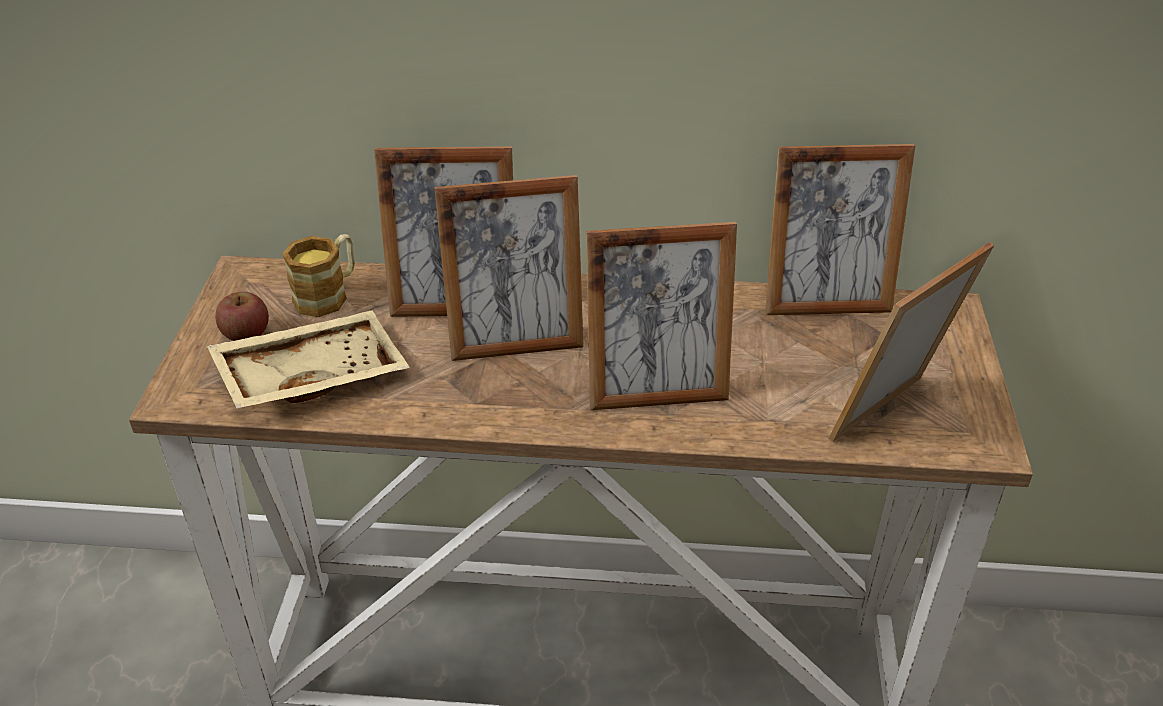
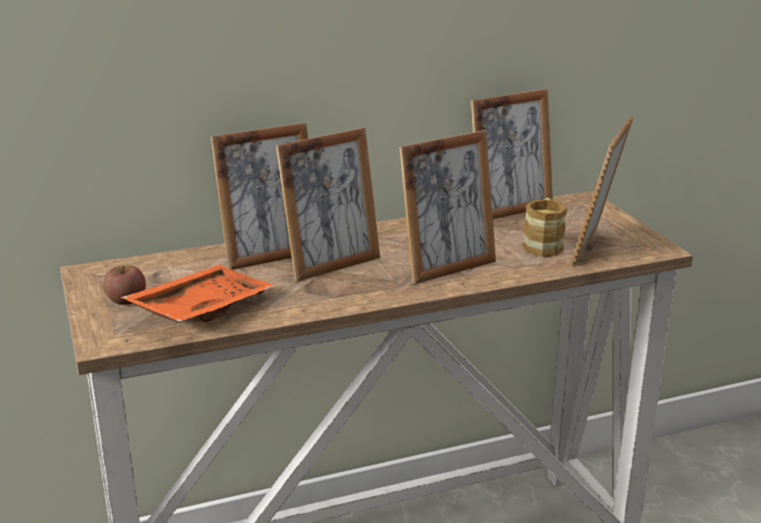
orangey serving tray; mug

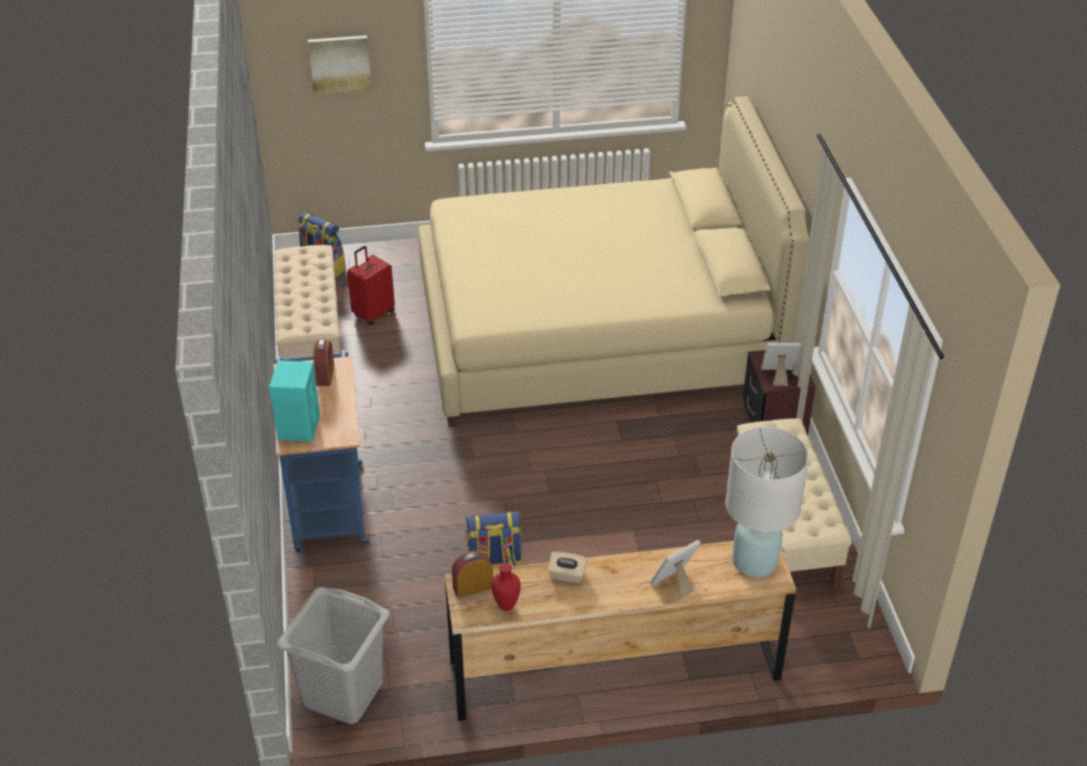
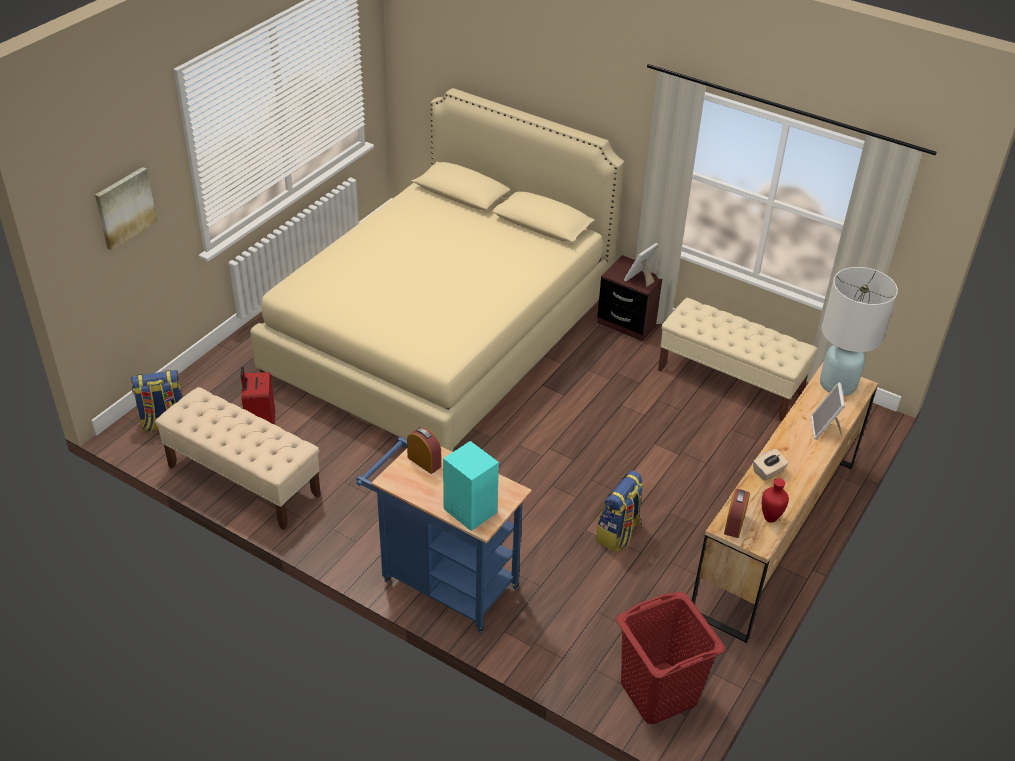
red-coloured washing basket

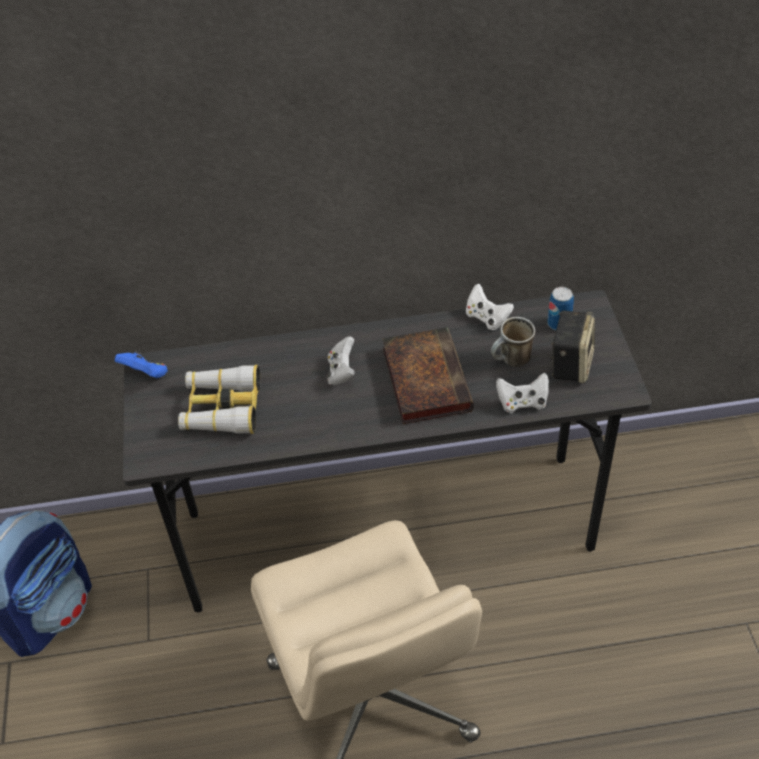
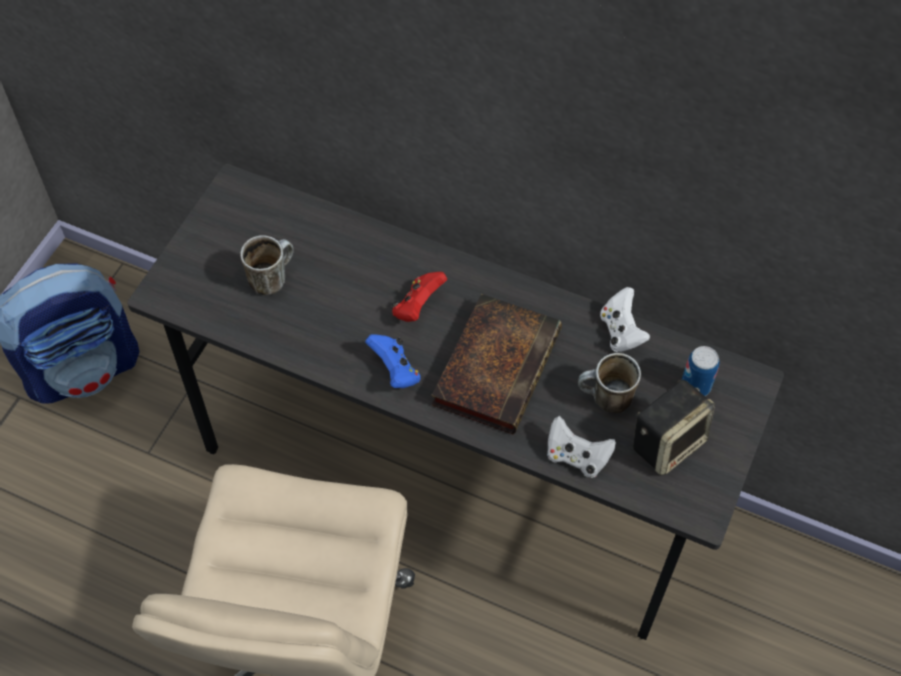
blue joypad; mug (no. 1 from left); red-coloured joypad

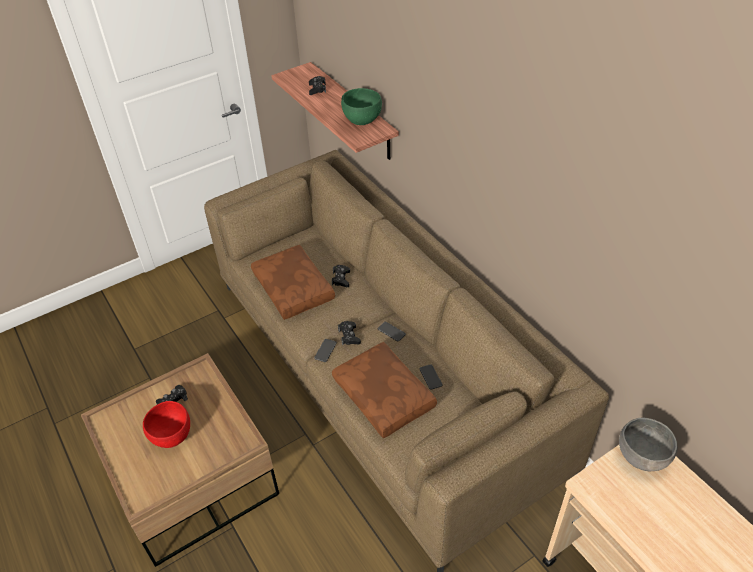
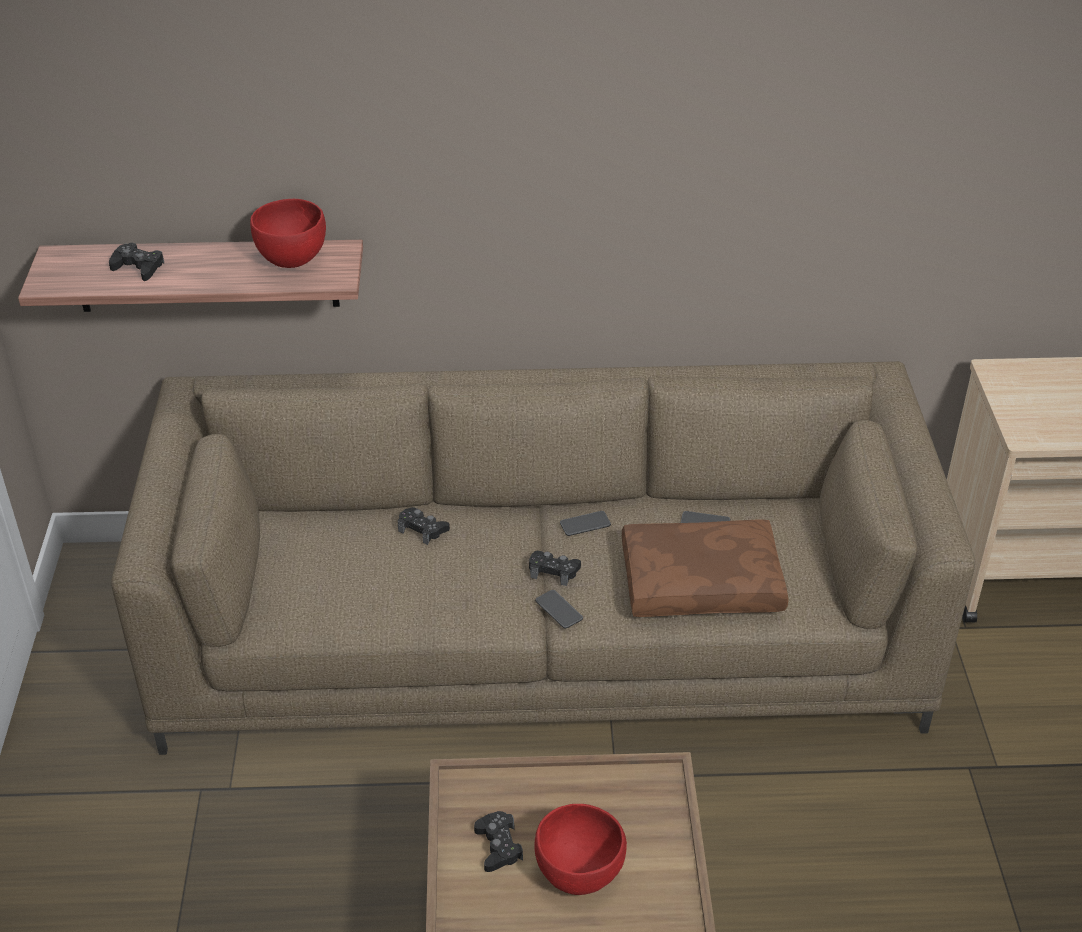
brown pillow (no. 1 from left in the first image); red-coloured serving bowl (no. 1 from left); gray serving bowl

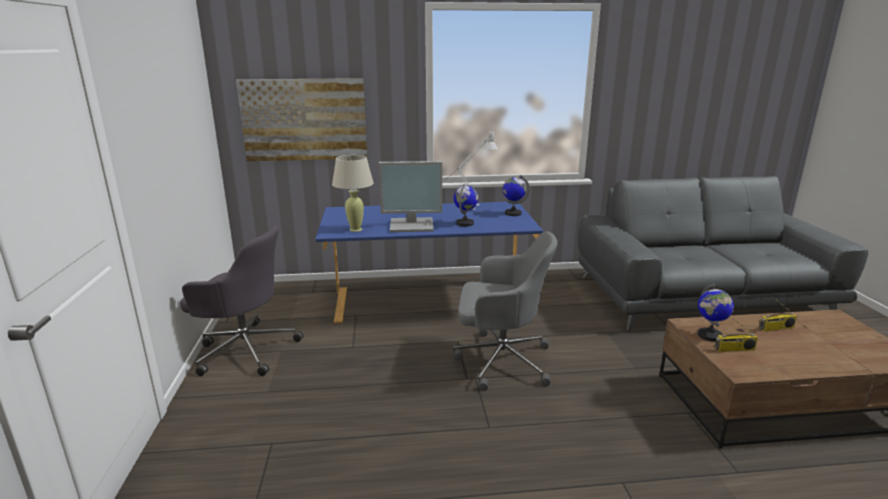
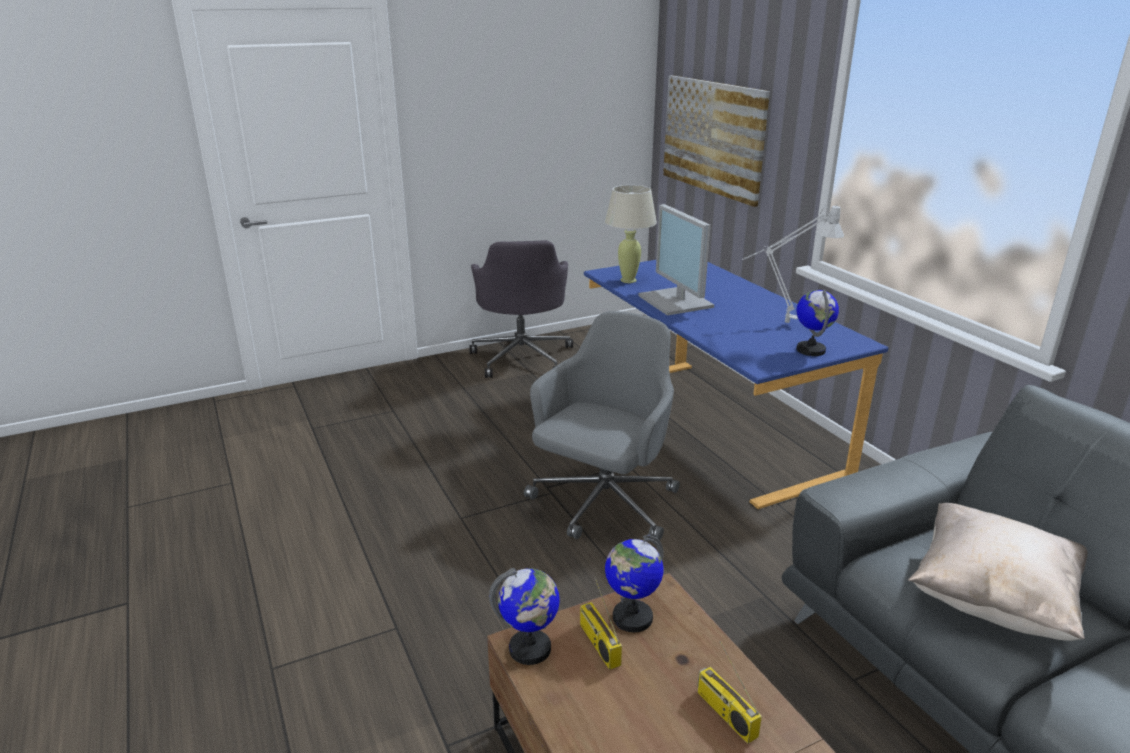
gray computer chair (no. 2 from left); desk globe (no. 1 from left); beige pillow

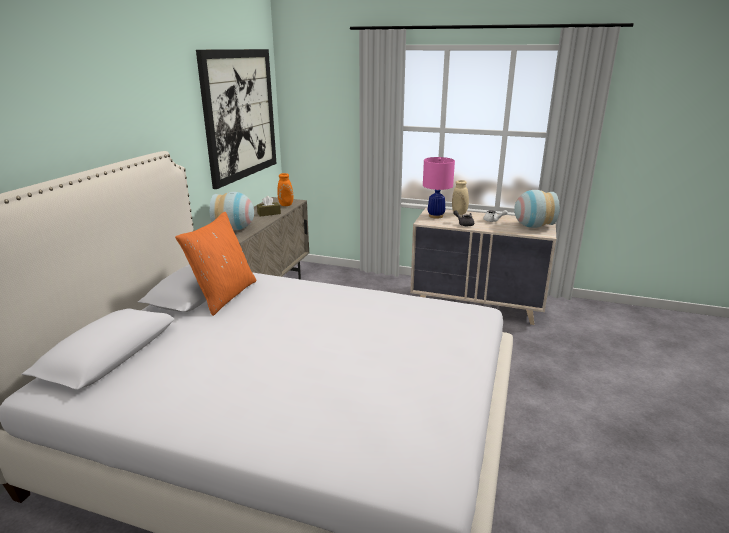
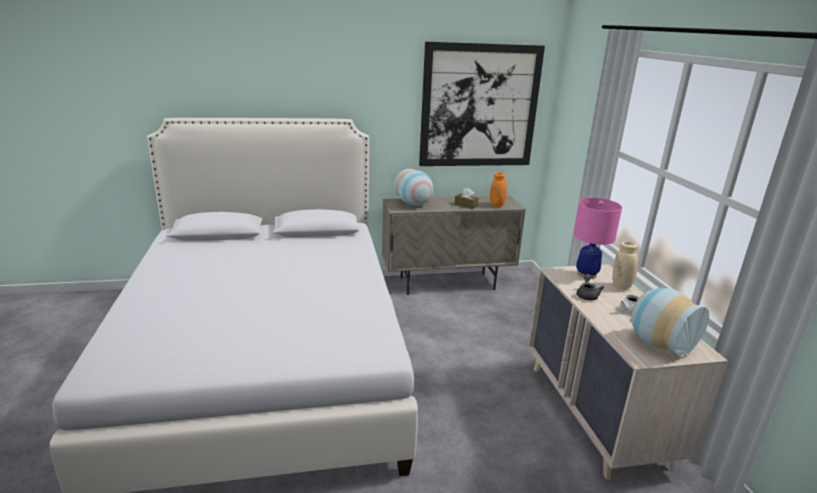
orangey pillow

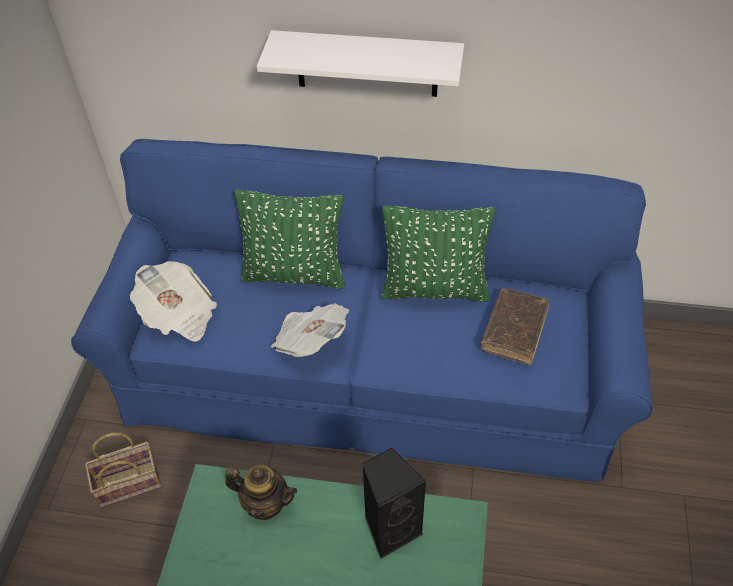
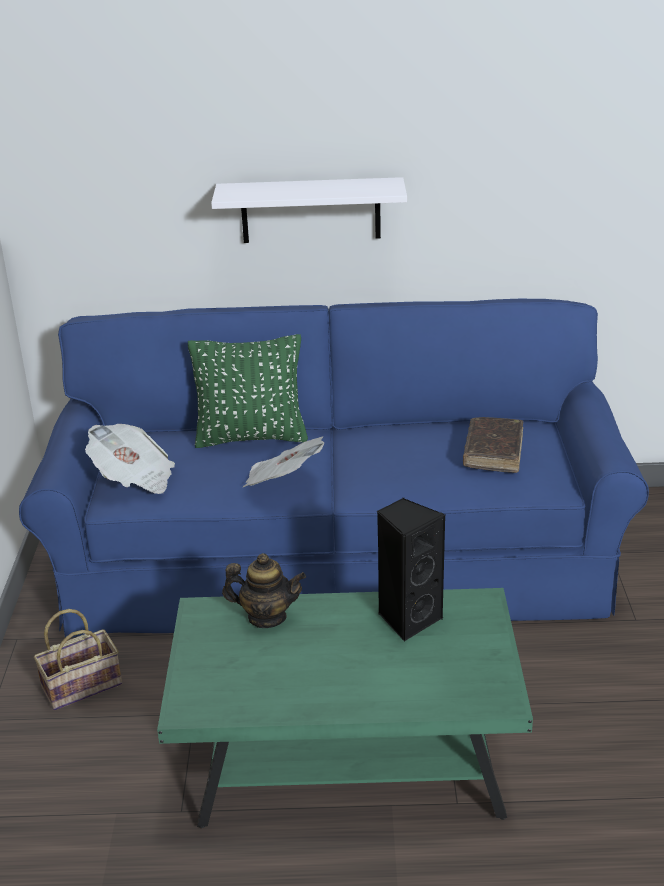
greenish pillow (no. 2 from left in the first image)

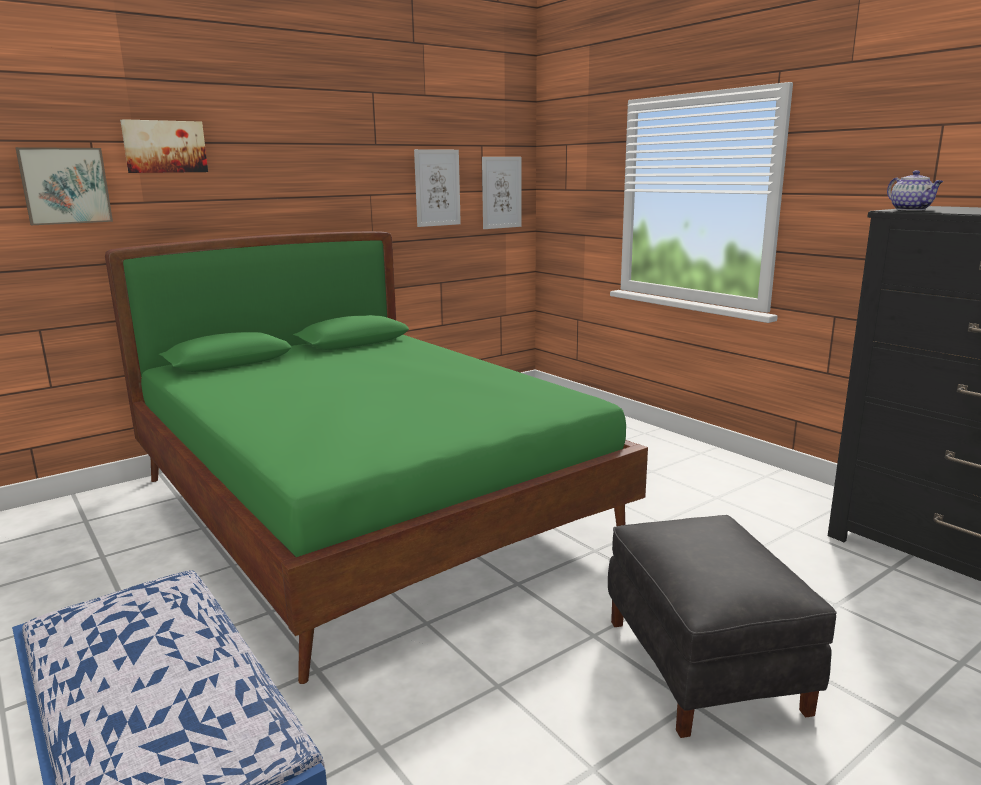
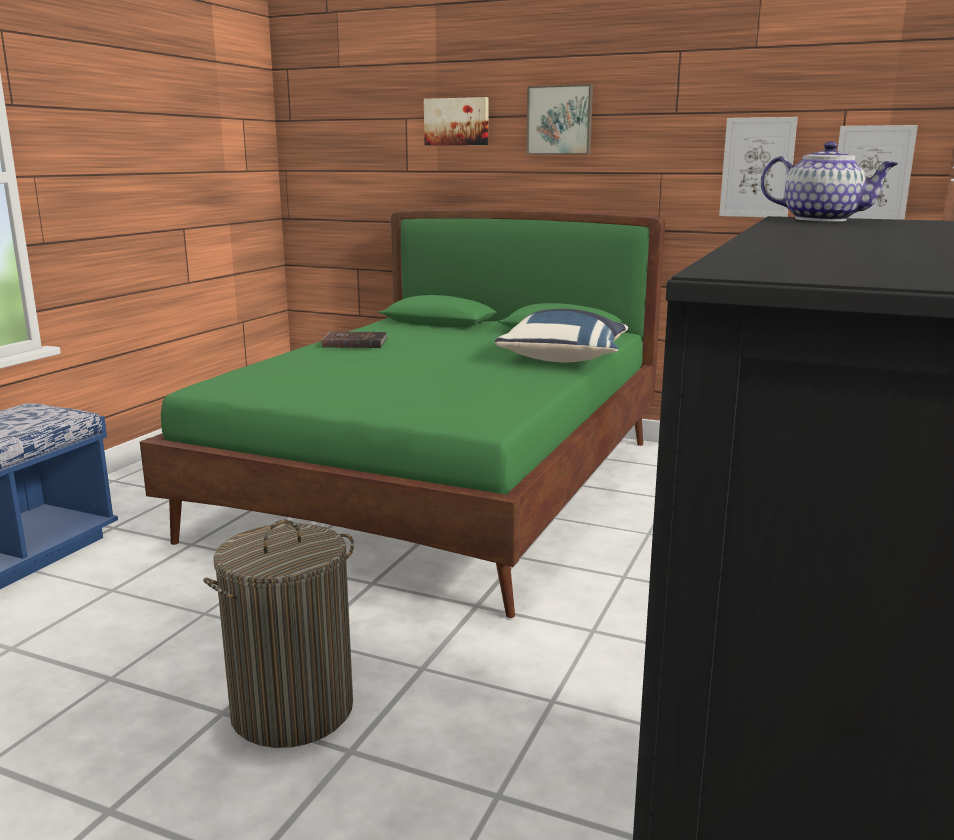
wall picture (no. 2 from left); washing basket; pot for tea; brown bound book; blue pillow

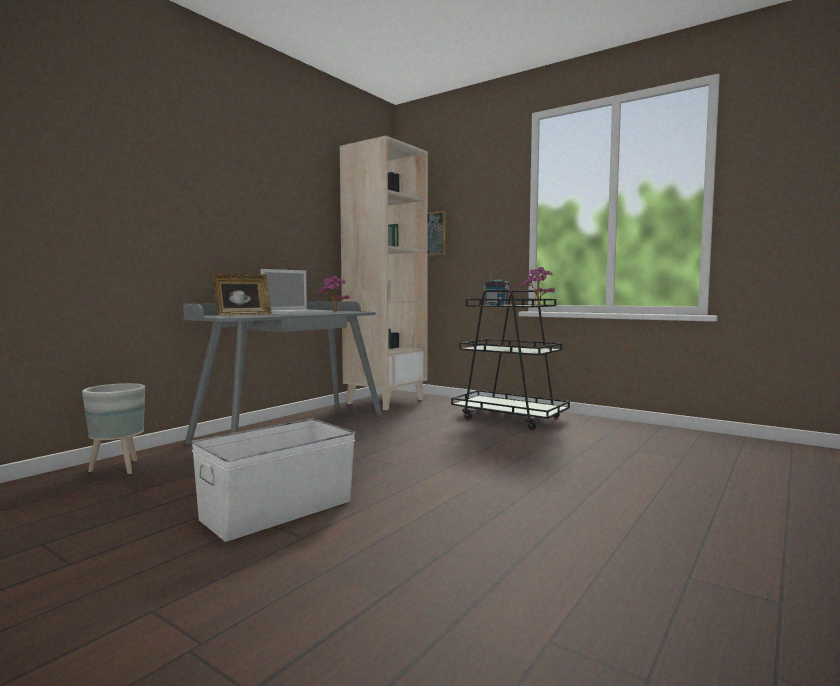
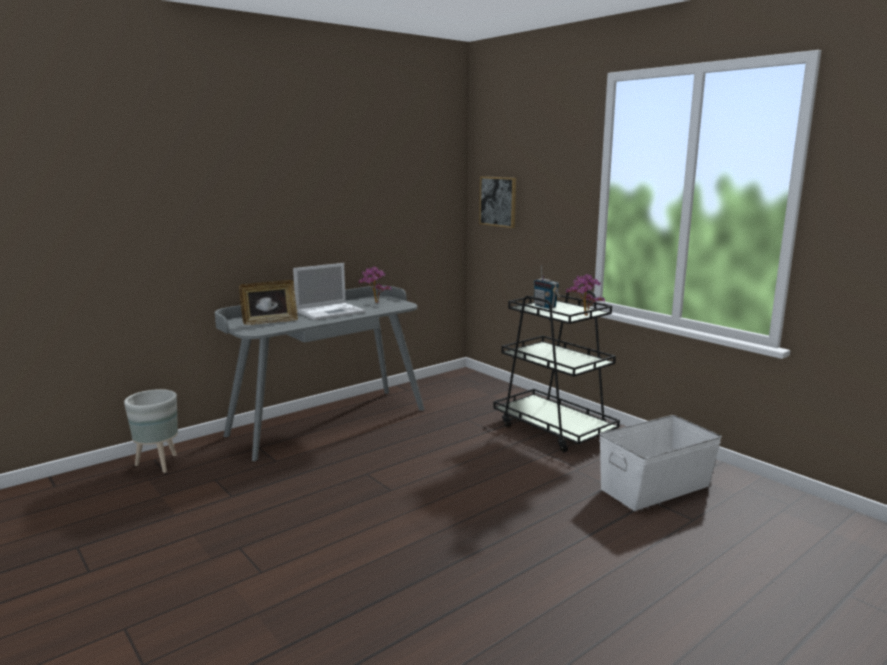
whitish storage bin; beige bookcase

